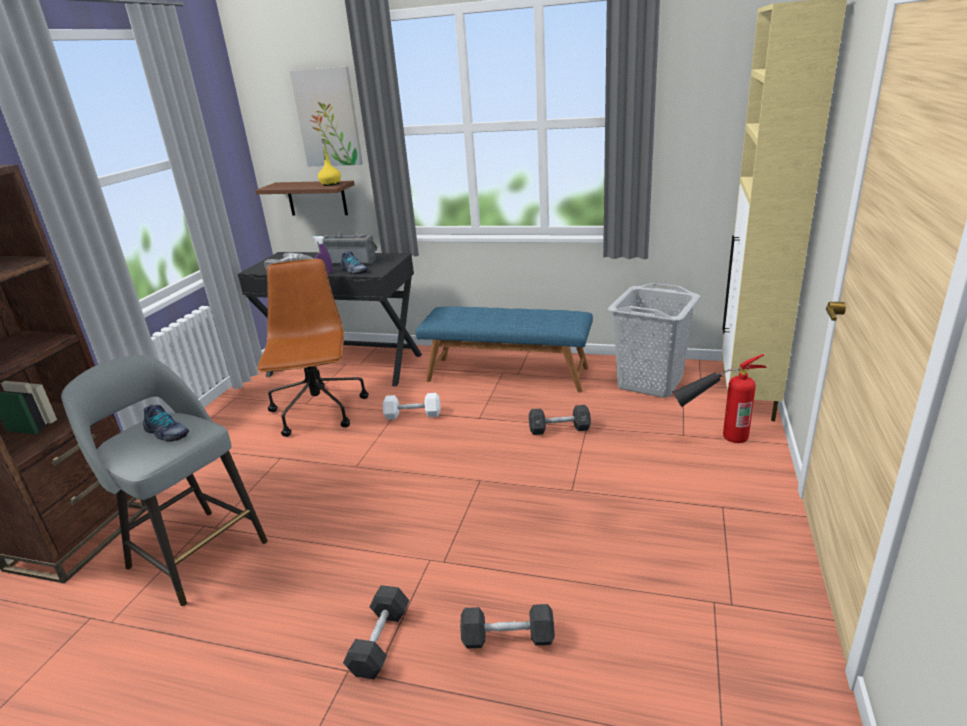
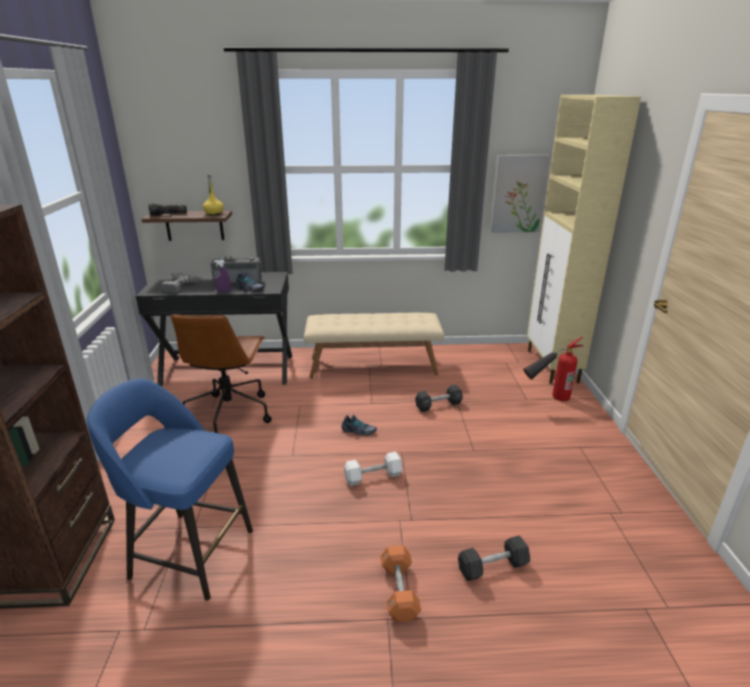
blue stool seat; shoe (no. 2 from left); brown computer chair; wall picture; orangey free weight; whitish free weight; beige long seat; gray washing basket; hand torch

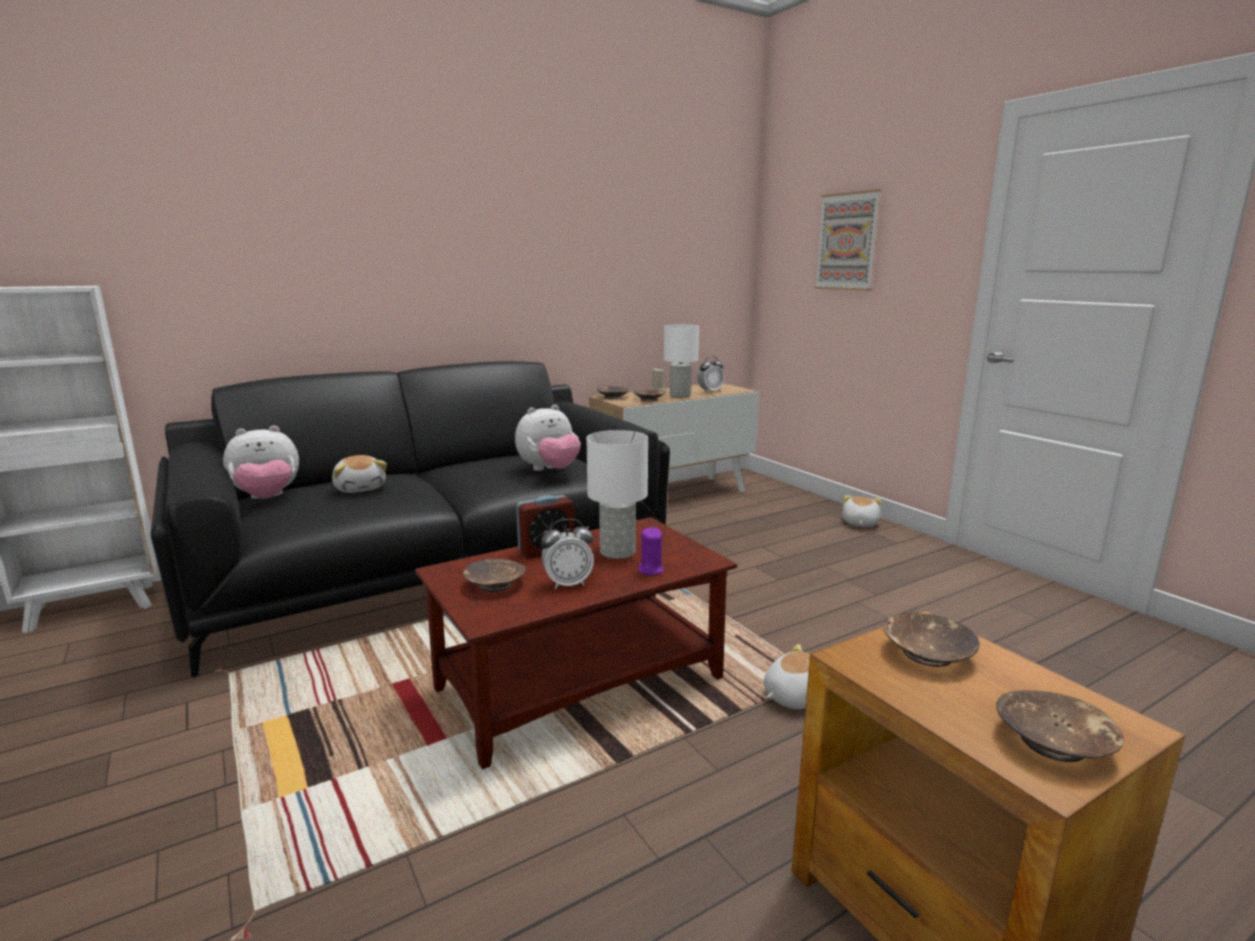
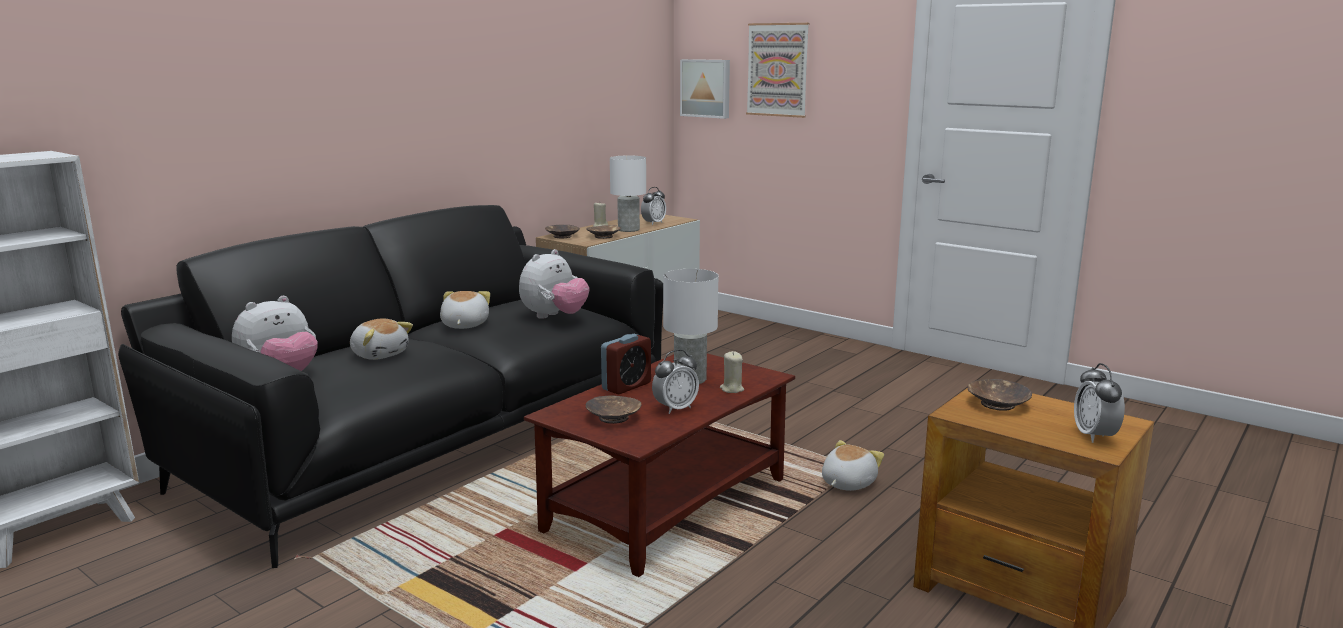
beige wax light (no. 2 from left); cuddly toy (no. 3 from left); table clock (no. 4 from left); wall picture (no. 1 from left)

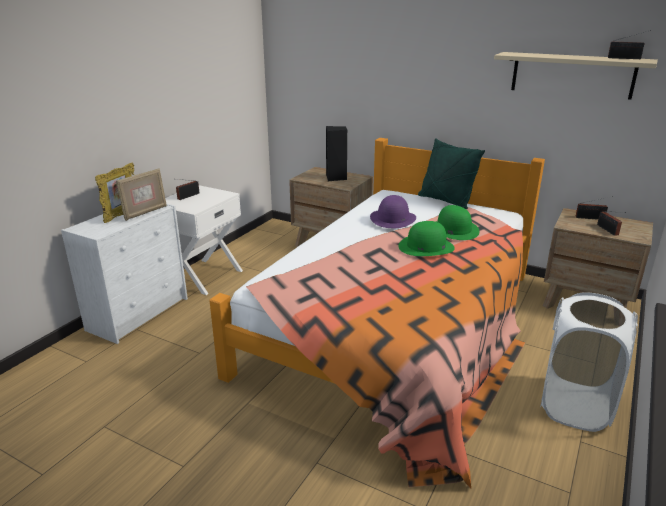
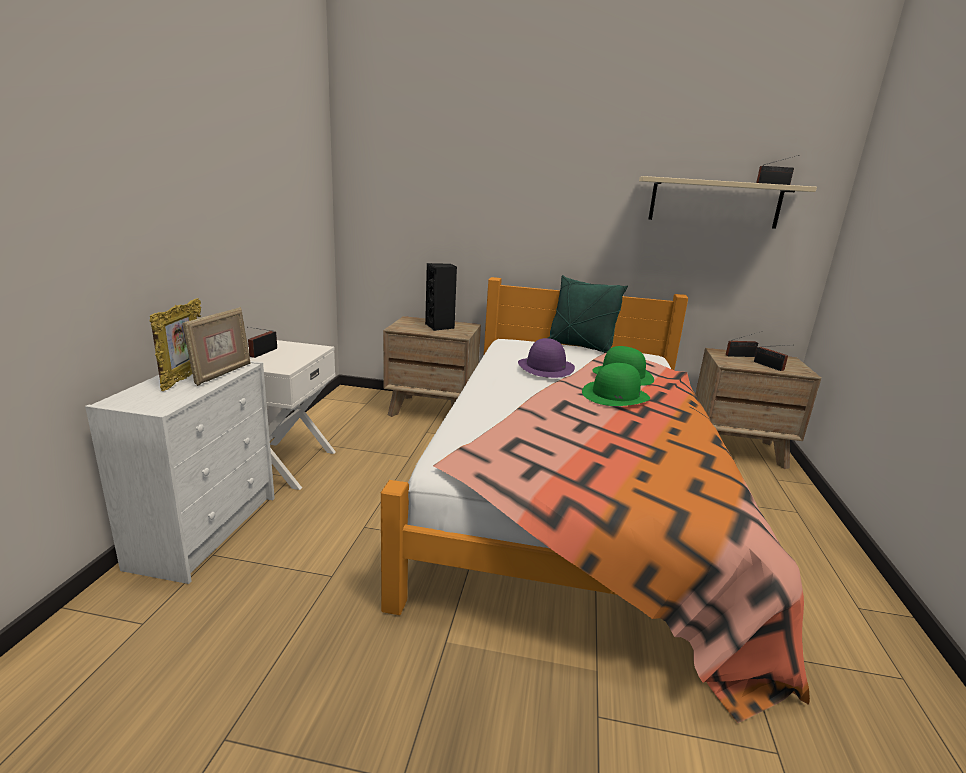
whitish washing basket

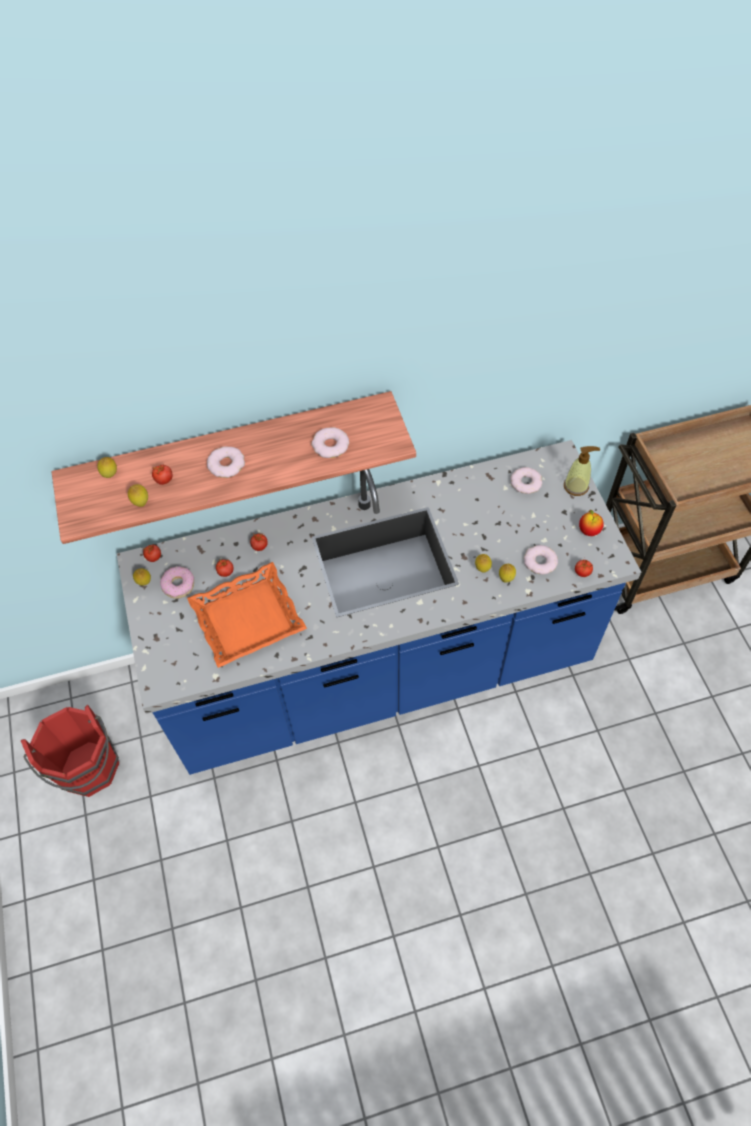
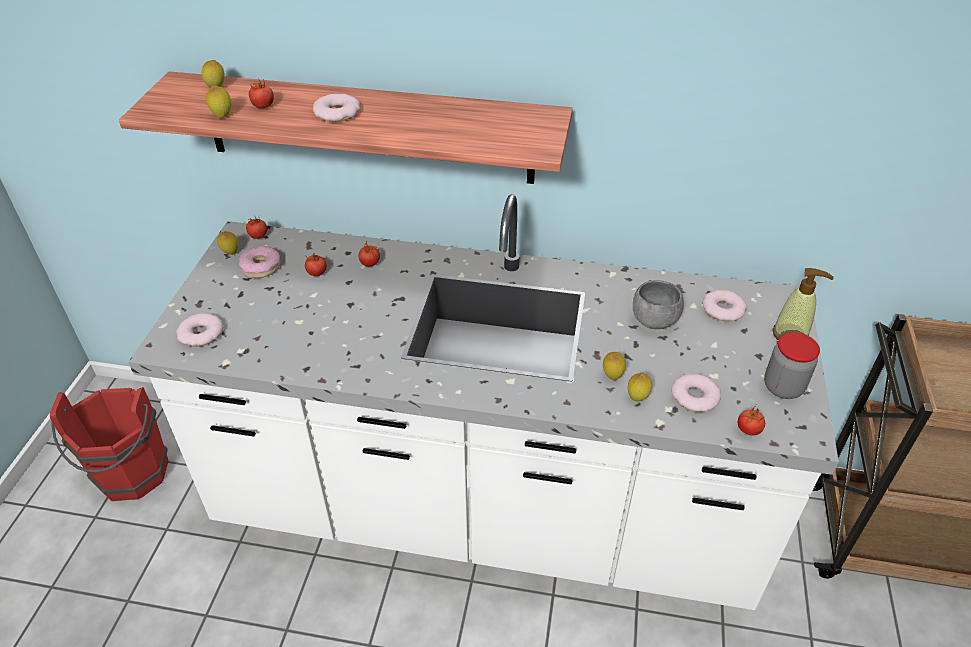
whitish kitchen counter; orangey serving tray; ring doughnut (no. 1 from left); jar; gray serving bowl

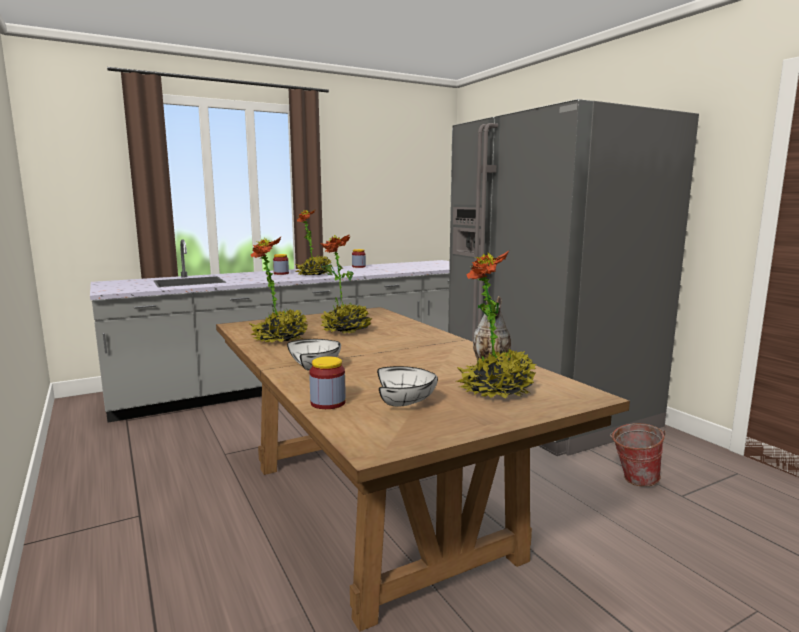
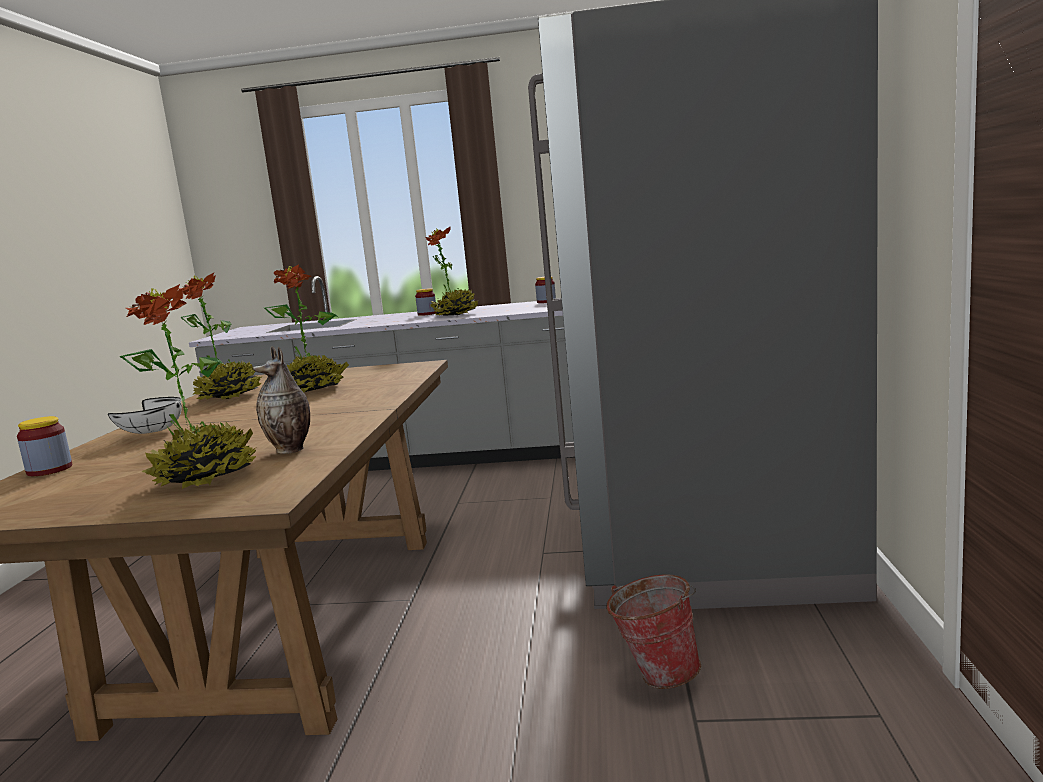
whitish serving bowl (no. 2 from left in the first image)

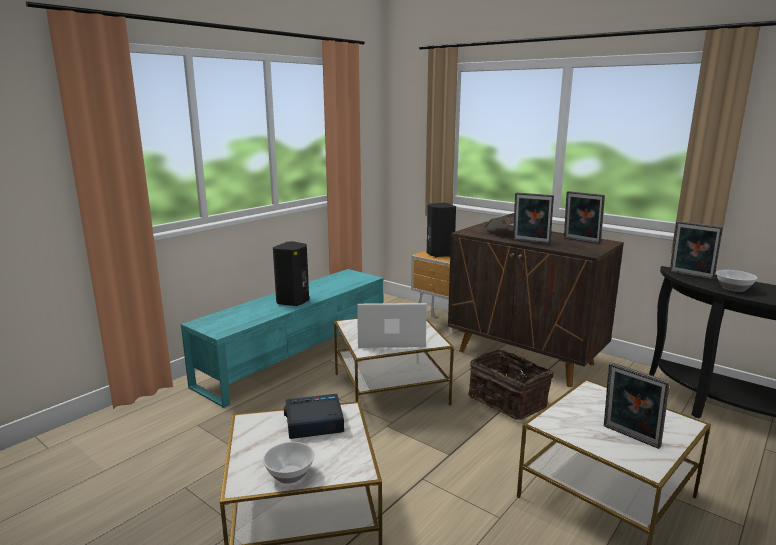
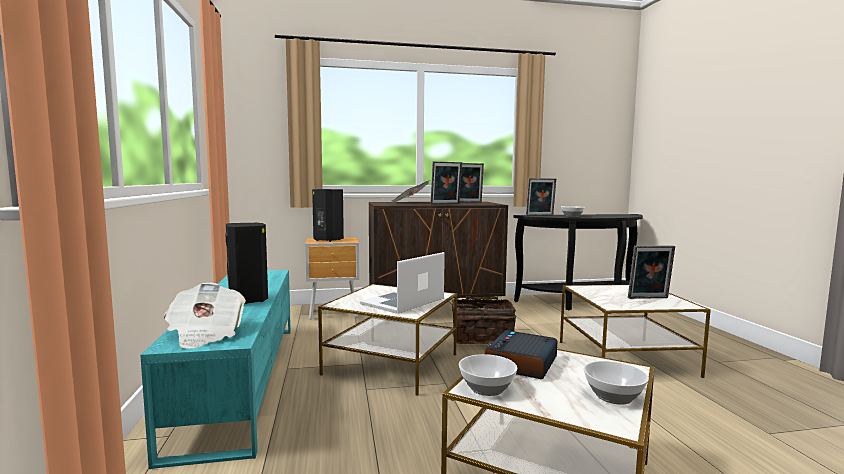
printed paper (no. 1 from left); serving bowl (no. 1 from left)

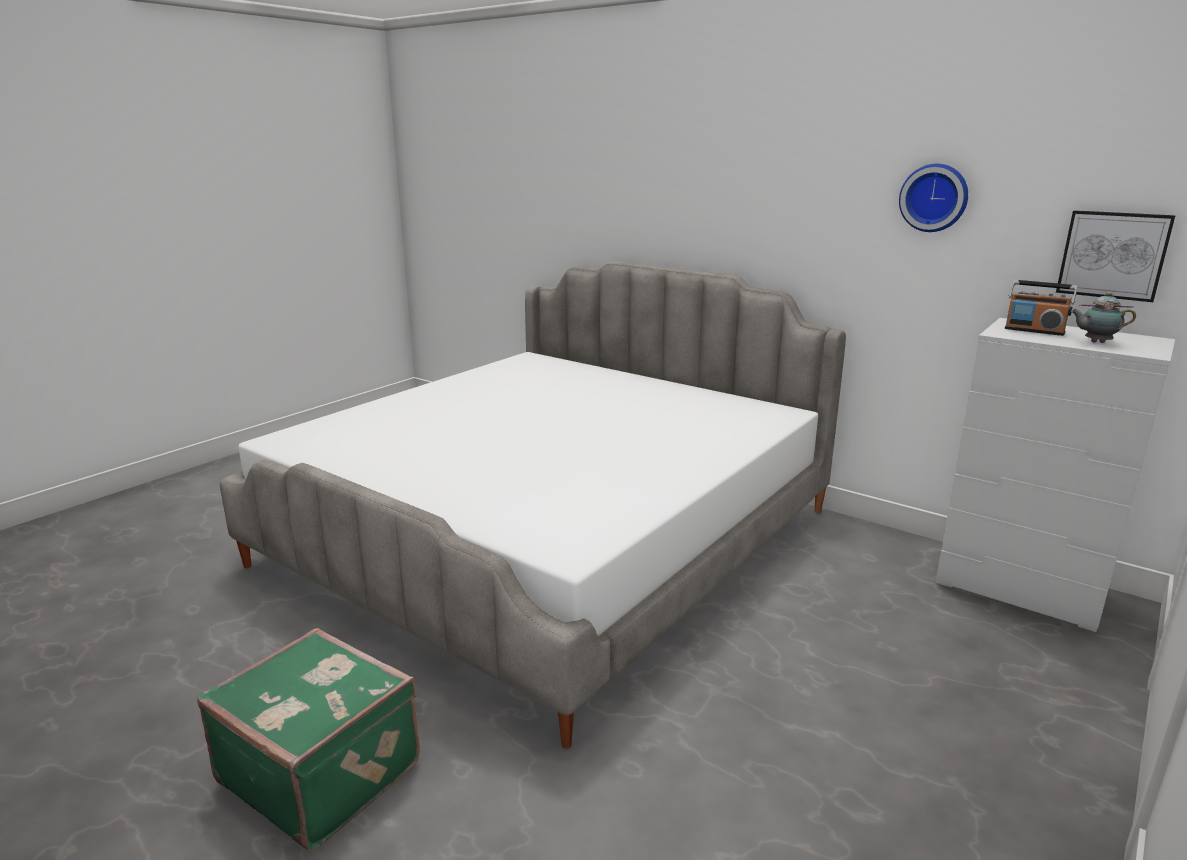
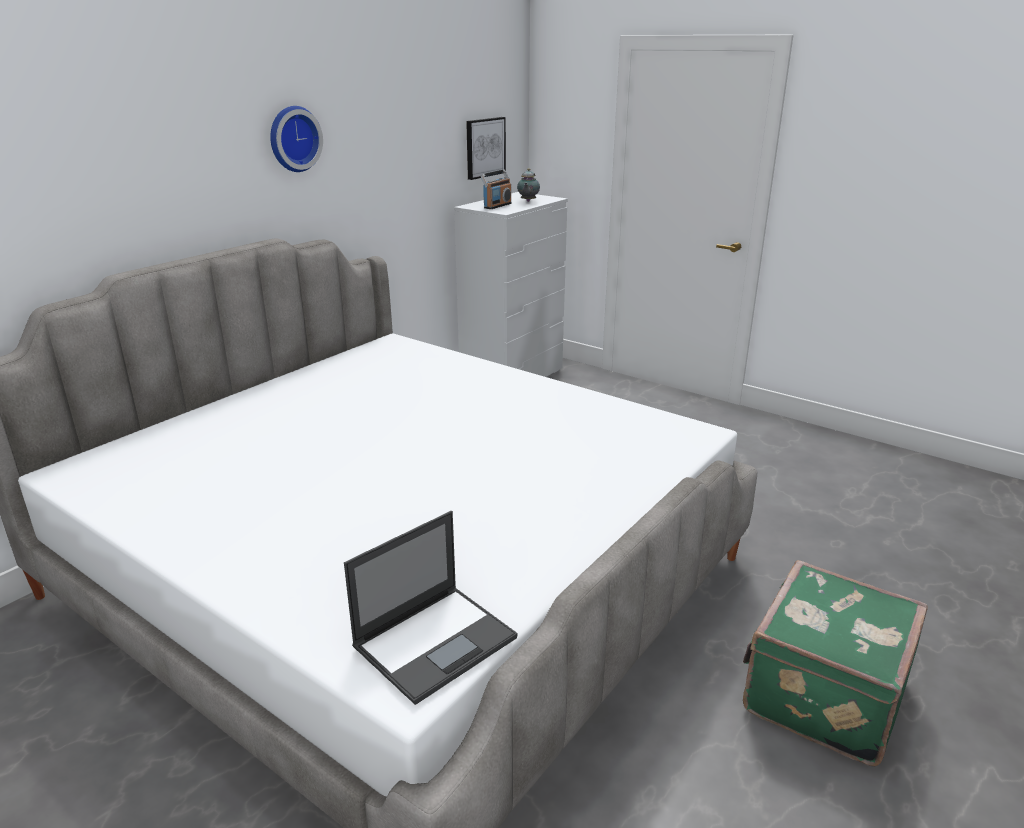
hanging clock; laptop

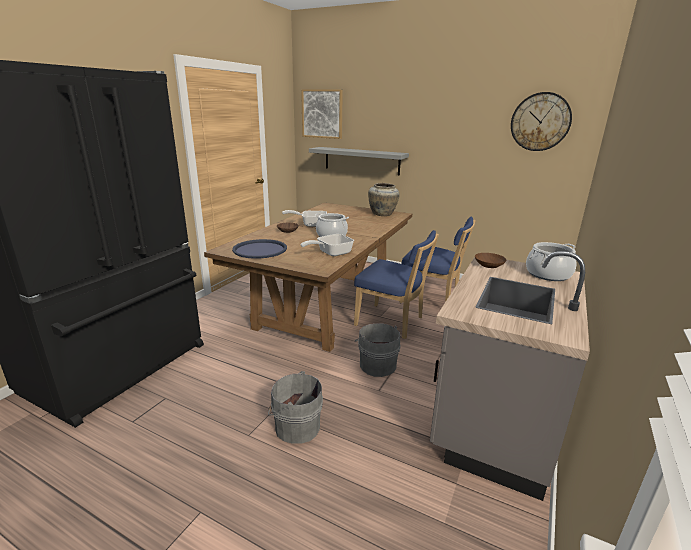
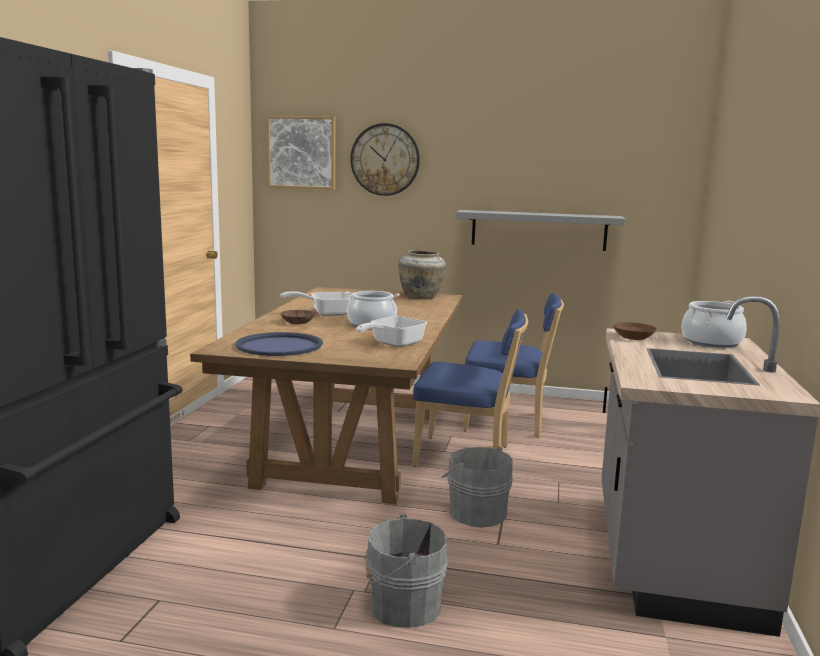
gray wall shelf; hanging clock

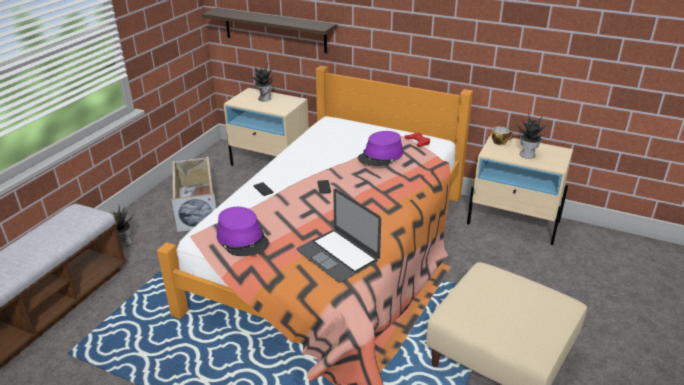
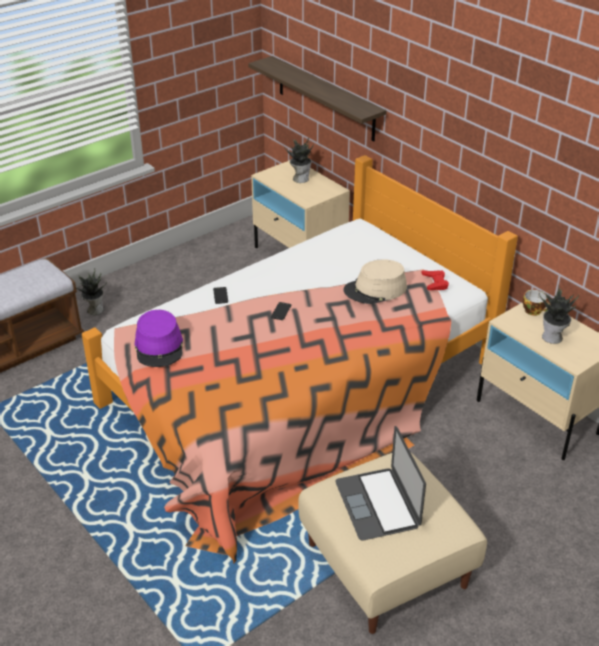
beige storage bin; laptop; beige clothing hat

